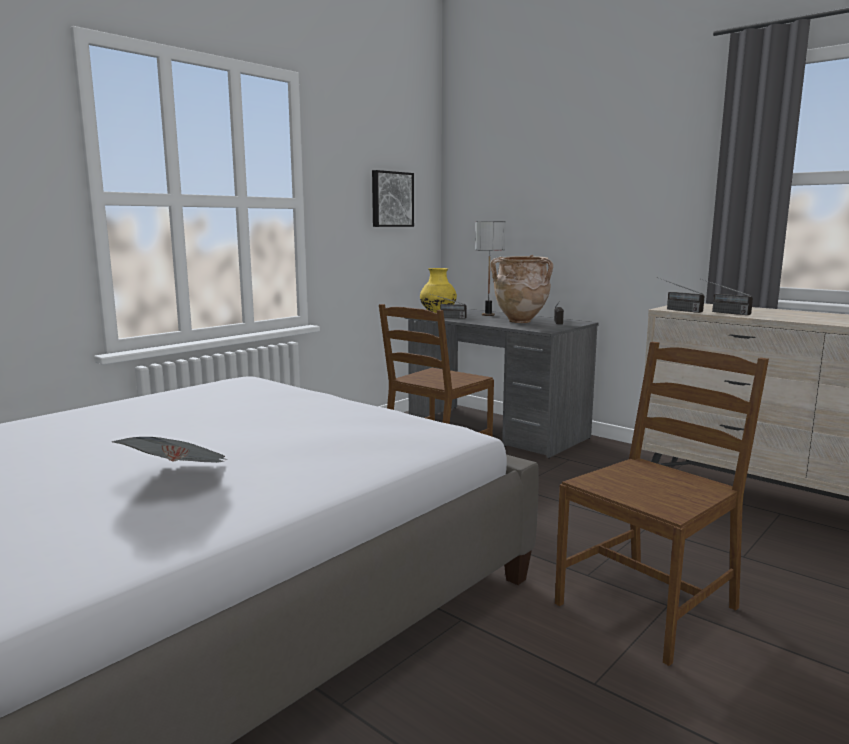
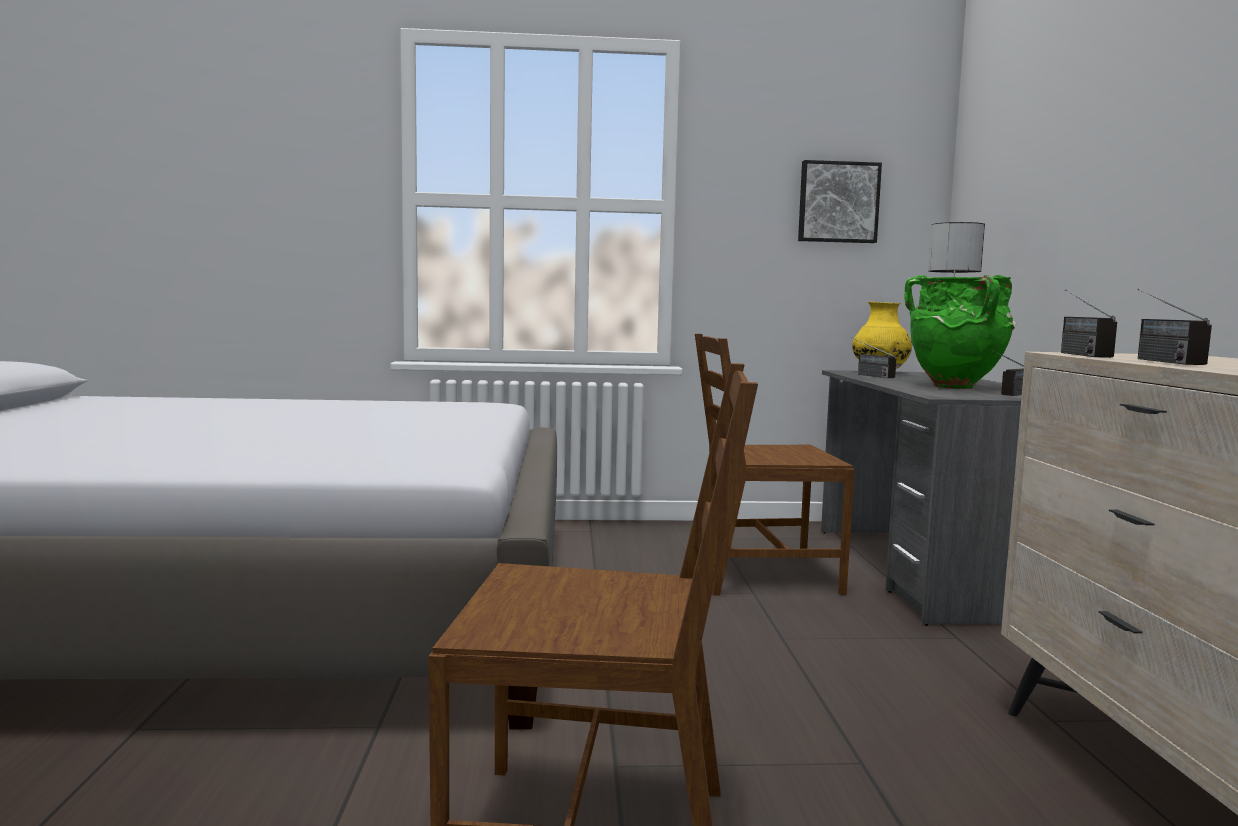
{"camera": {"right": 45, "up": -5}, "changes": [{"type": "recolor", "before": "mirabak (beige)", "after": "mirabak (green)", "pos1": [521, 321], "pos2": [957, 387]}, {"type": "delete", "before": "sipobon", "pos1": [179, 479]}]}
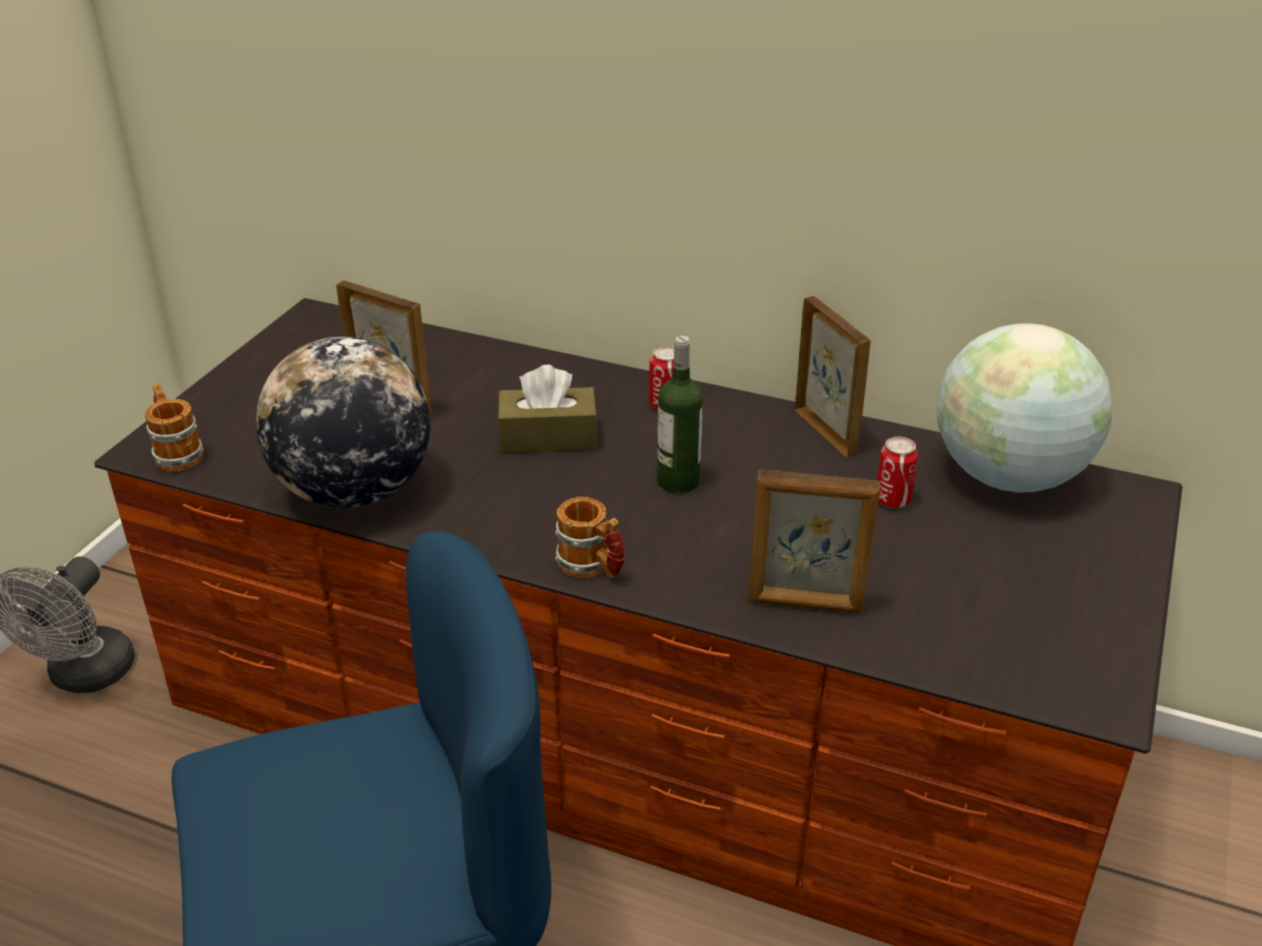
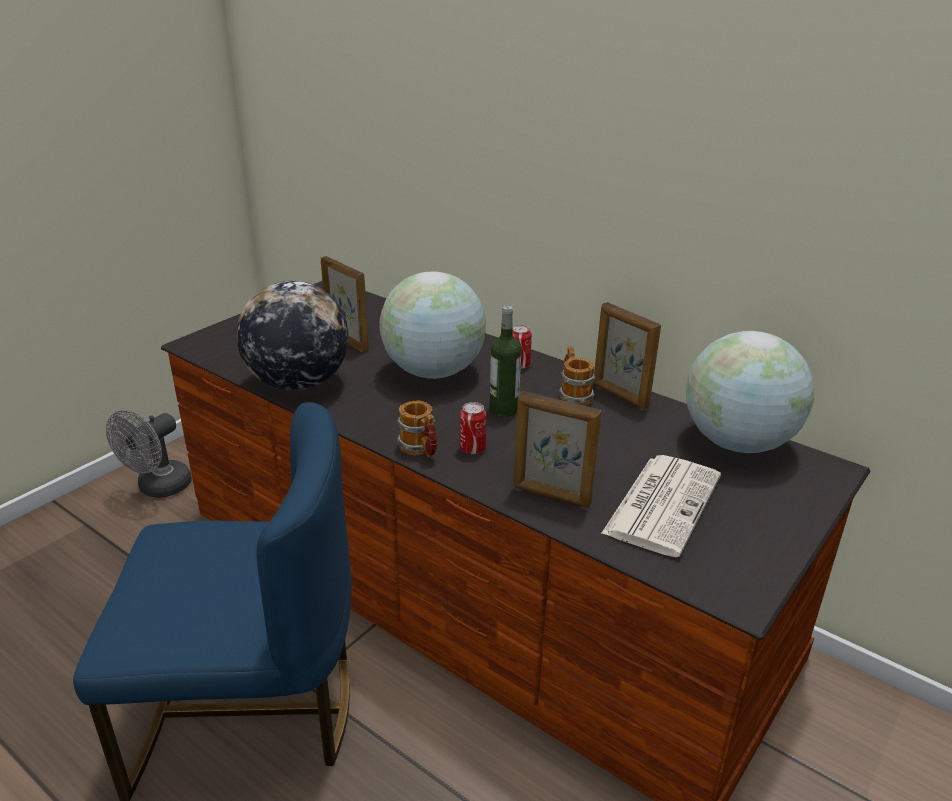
{"camera": {"right": 15, "up": -5}, "changes": [{"type": "replace", "before": "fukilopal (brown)", "after": "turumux", "pos1": [548, 437], "pos2": [433, 372]}, {"type": "move", "before": "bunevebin", "pos1": [892, 500], "pos2": [472, 448]}, {"type": "move", "before": "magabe", "pos1": [176, 453], "pos2": [573, 395]}, {"type": "rotate", "before": "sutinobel", "pos1": [826, 431], "pos2": [619, 396], "turn": 150}, {"type": "insert", "after": "sipobon", "pos2": [662, 503]}]}
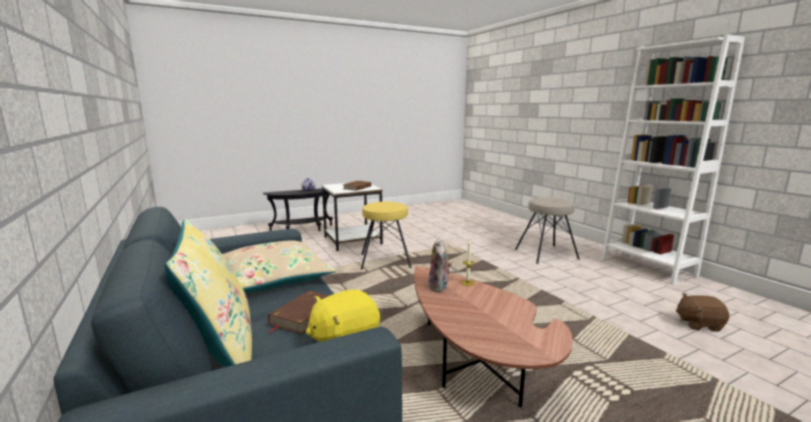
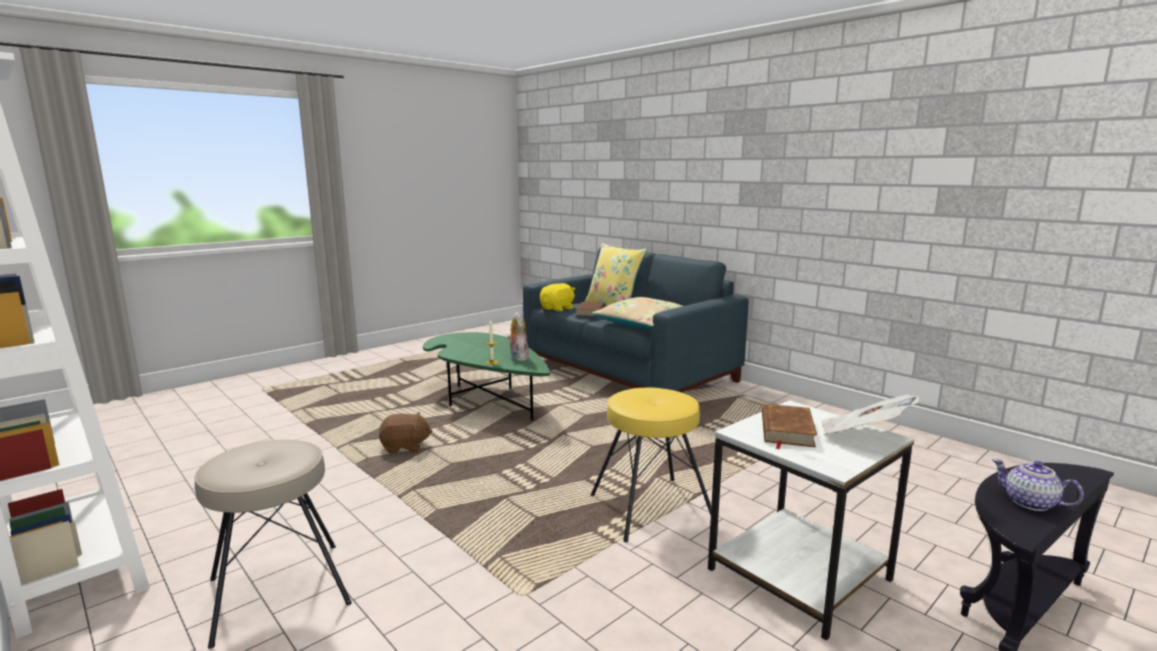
{"camera": {"right": 165, "up": 0}, "changes": [{"type": "move", "before": "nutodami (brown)", "pos1": [699, 324], "pos2": [405, 447]}, {"type": "recolor", "before": "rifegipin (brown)", "after": "rifegipin (green)", "pos1": [474, 367], "pos2": [487, 399]}, {"type": "insert", "after": "sipobon", "pos2": [862, 436]}]}
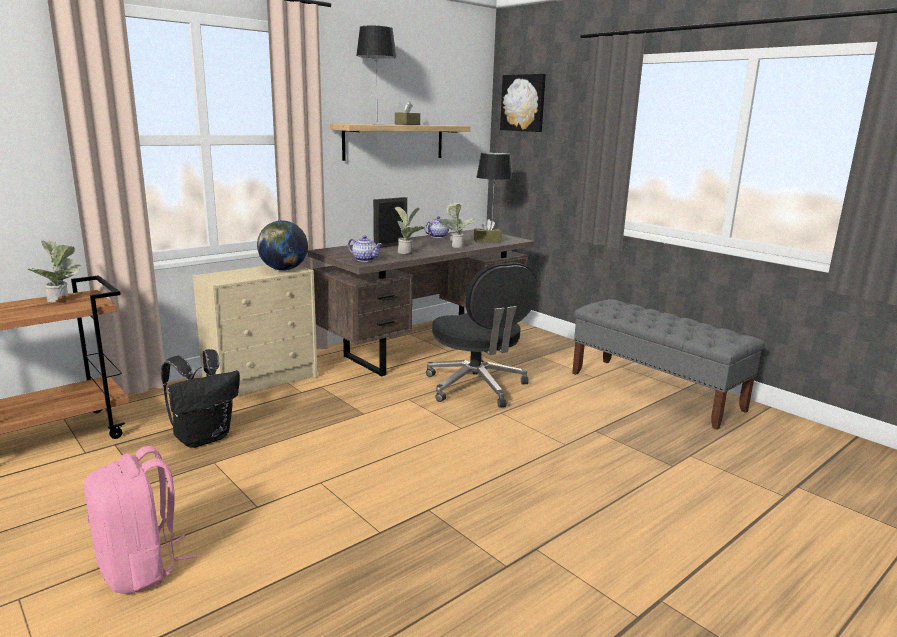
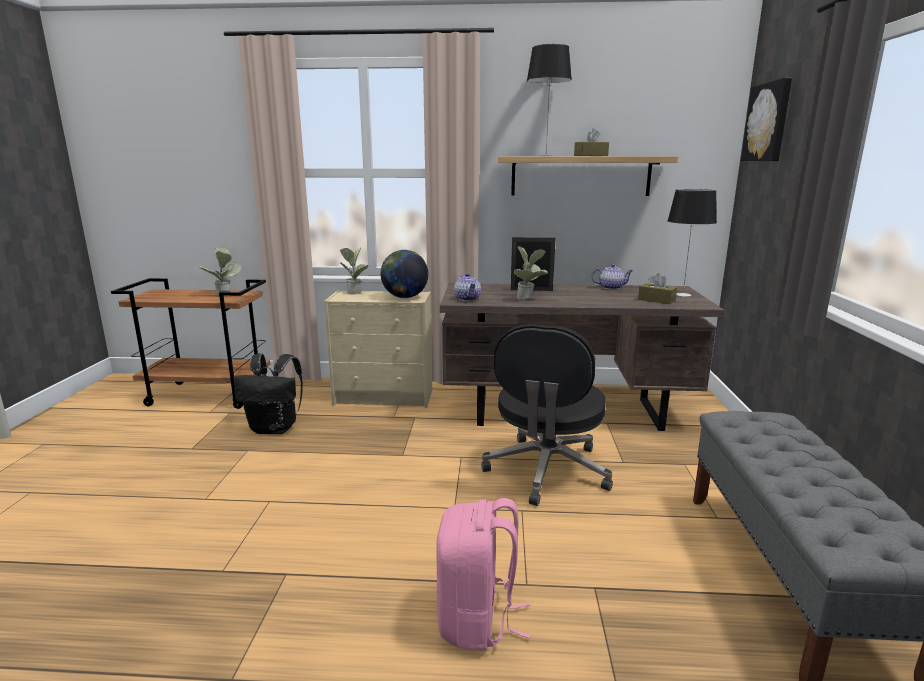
{"camera": {"right": 45, "up": 0}, "changes": [{"type": "move", "before": "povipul", "pos1": [455, 246], "pos2": [356, 292]}, {"type": "move", "before": "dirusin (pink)", "pos1": [141, 568], "pos2": [477, 620]}]}
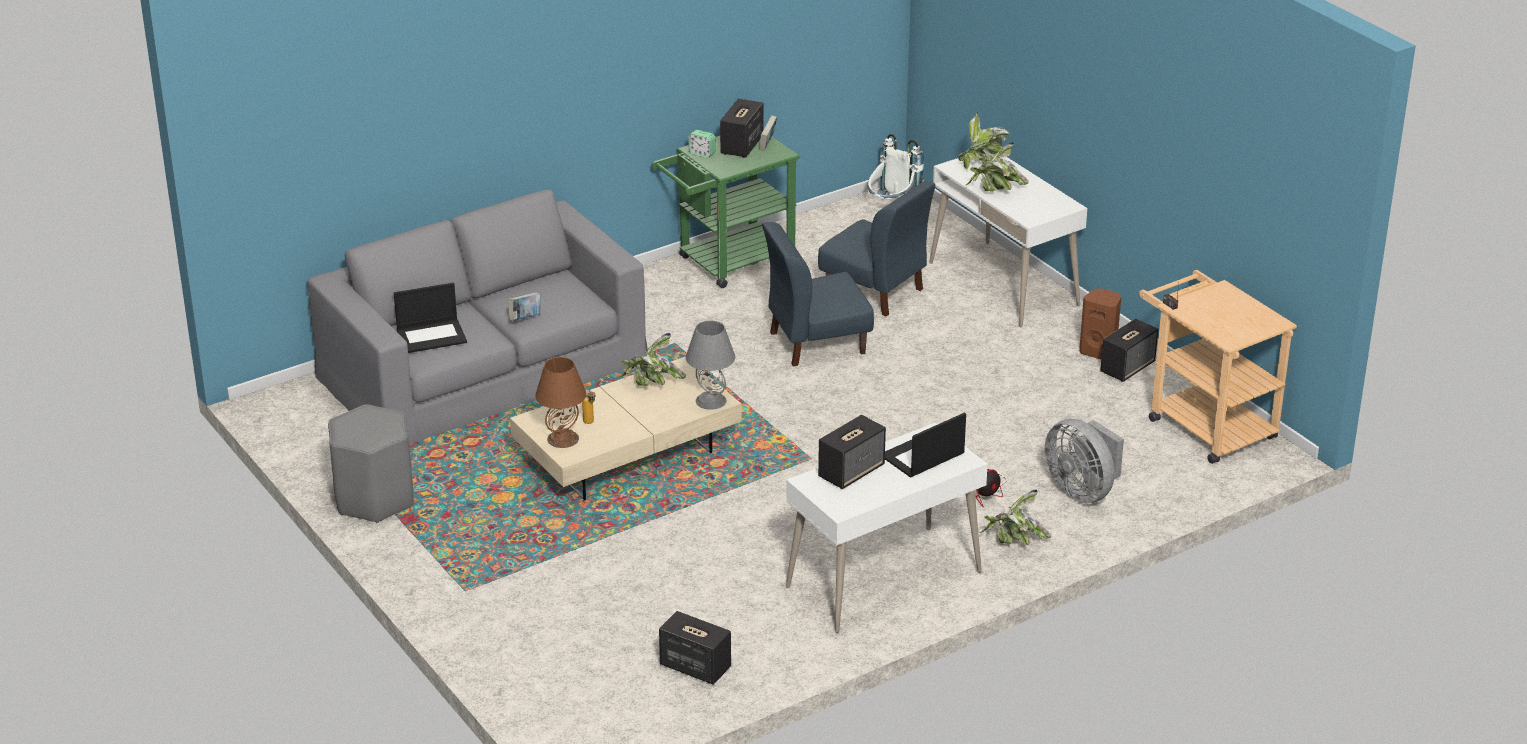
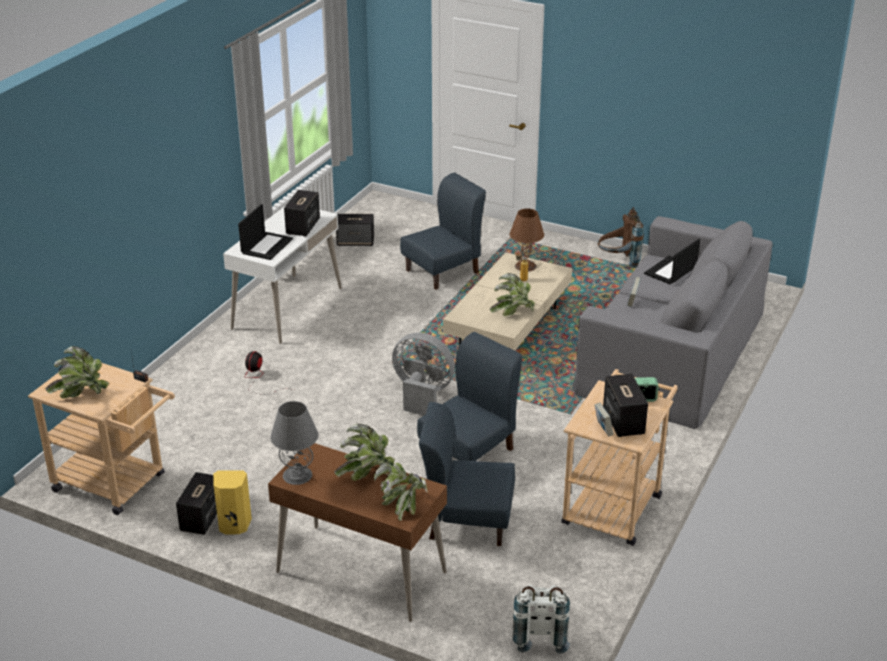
{"camera": {"right": 150, "up": 0}, "changes": [{"type": "move", "before": "povipul", "pos1": [1013, 542], "pos2": [80, 393]}, {"type": "recolor", "before": "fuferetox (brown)", "after": "fuferetox (yellow)", "pos1": [1099, 351], "pos2": [234, 526]}, {"type": "recolor", "before": "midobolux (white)", "after": "midobolux (brown)", "pos1": [1004, 284], "pos2": [361, 573]}, {"type": "move", "before": "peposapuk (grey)", "pos1": [711, 400], "pos2": [297, 475]}, {"type": "move", "before": "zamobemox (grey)", "pos1": [1082, 491], "pos2": [422, 395]}, {"type": "insert", "after": "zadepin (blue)", "pos2": [443, 271]}, {"type": "recolor", "before": "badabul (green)", "after": "badabul (beige)", "pos1": [728, 263], "pos2": [615, 504]}, {"type": "replace", "before": "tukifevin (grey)", "after": "dirusin (brown)", "pos1": [374, 499], "pos2": [618, 262]}]}
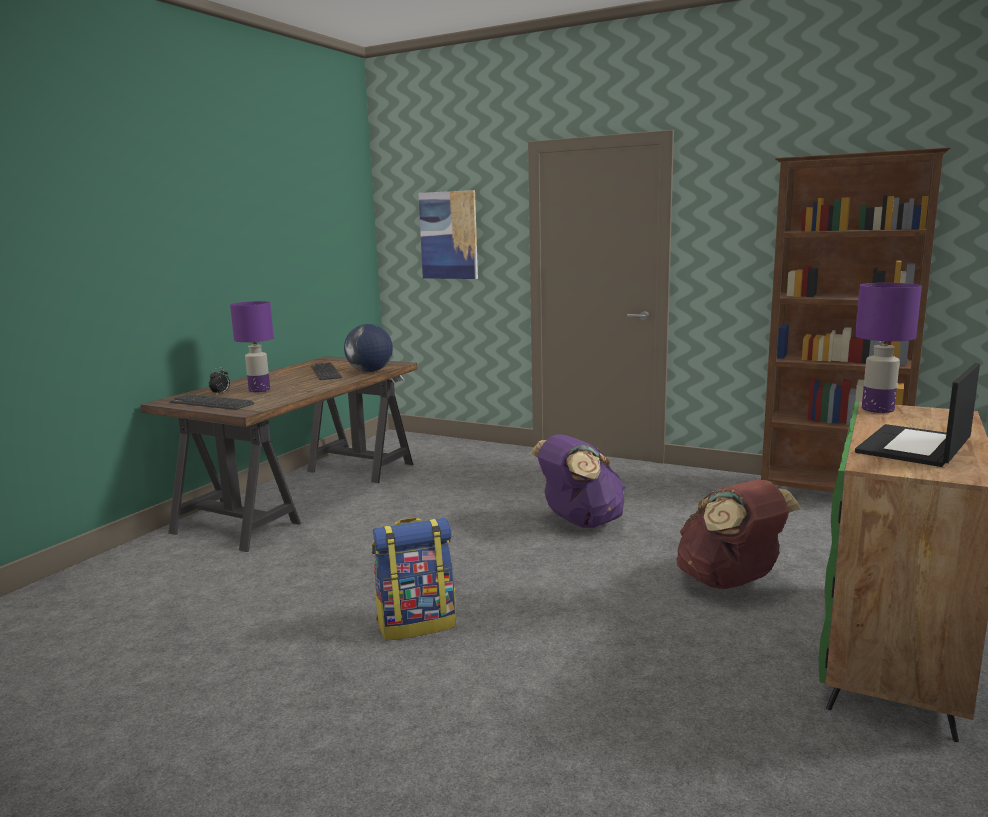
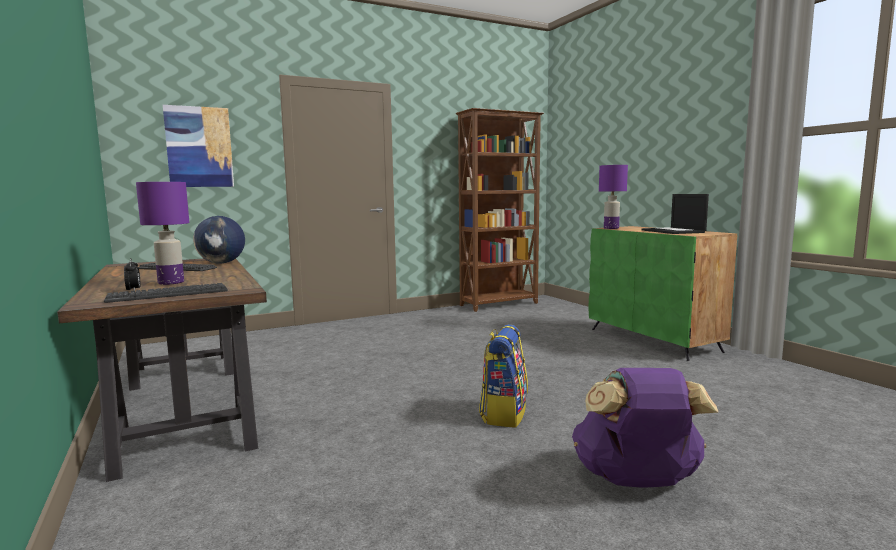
{"camera": {"right": -55, "up": -5}, "changes": [{"type": "move", "before": "dirusin (purple)", "pos1": [580, 522], "pos2": [637, 481]}, {"type": "delete", "before": "dirusin (brown)", "pos1": [730, 582]}]}
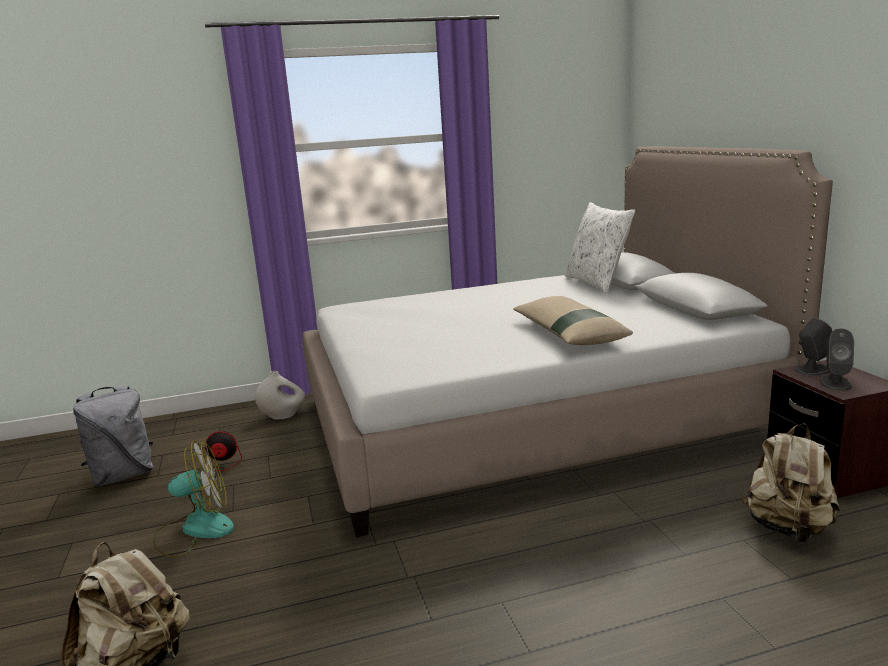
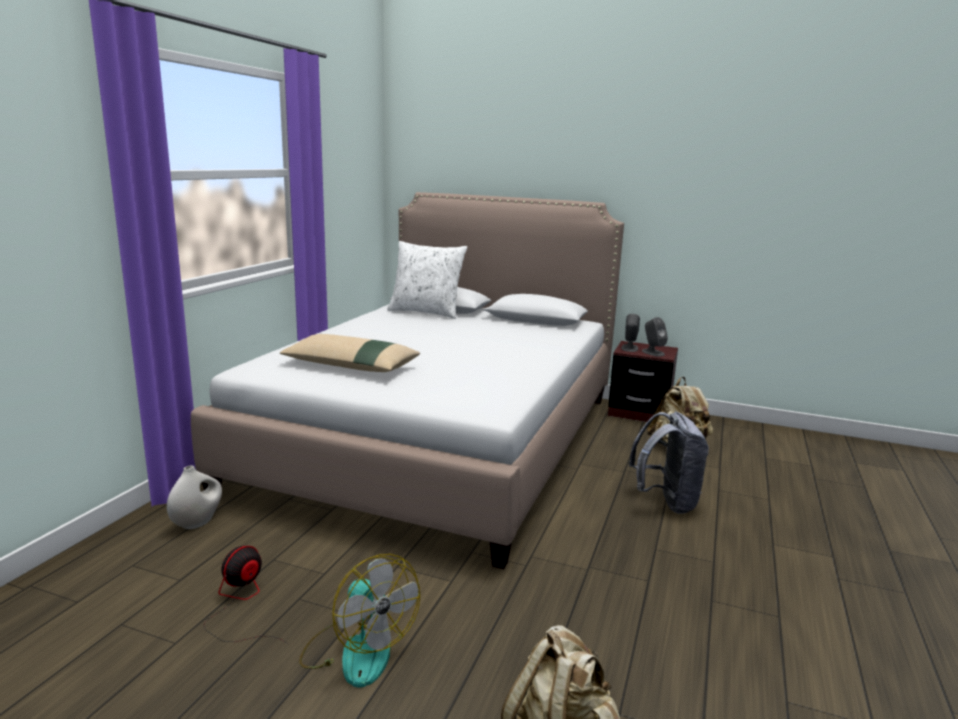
{"camera": {"right": -55, "up": 0}, "changes": [{"type": "move", "before": "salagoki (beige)", "pos1": [568, 333], "pos2": [350, 366]}, {"type": "rotate", "before": "zamobemox", "pos1": [195, 530], "pos2": [357, 650], "turn": 120}, {"type": "move", "before": "dirusin (grey)", "pos1": [123, 476], "pos2": [666, 502]}]}
